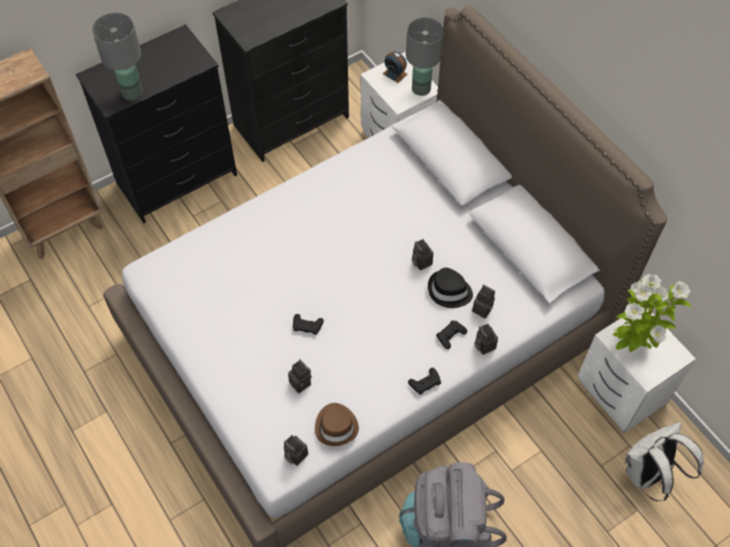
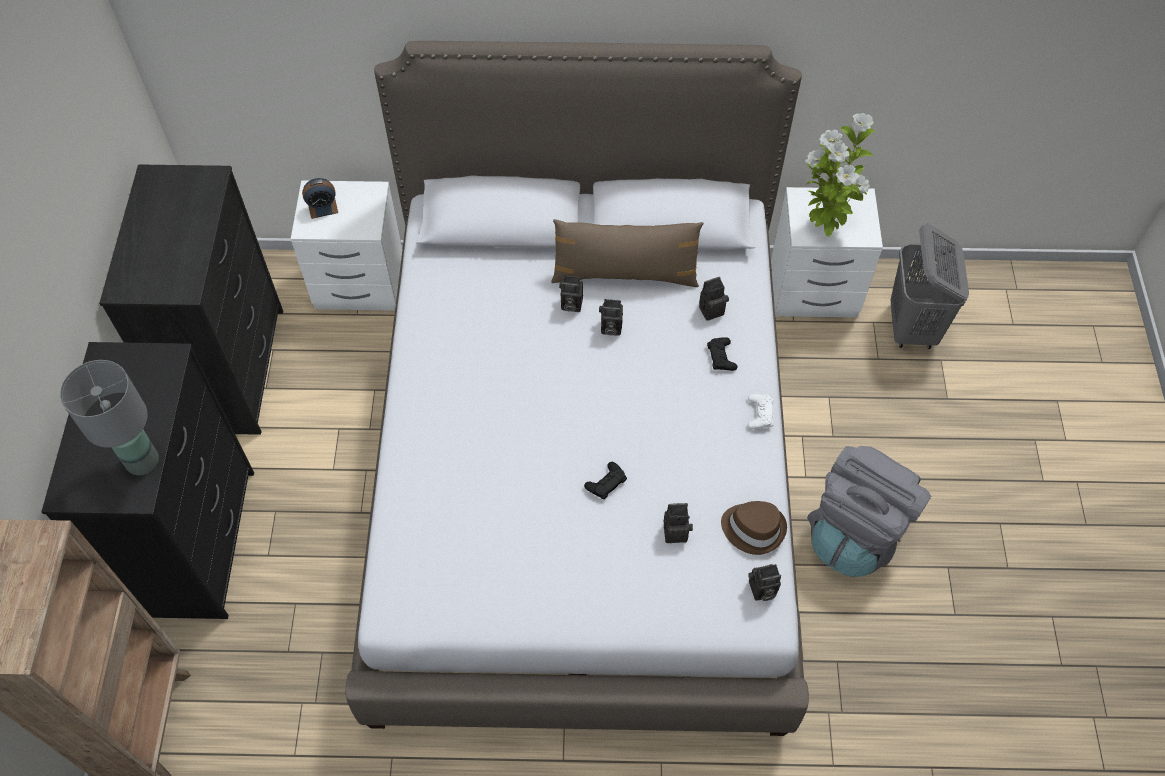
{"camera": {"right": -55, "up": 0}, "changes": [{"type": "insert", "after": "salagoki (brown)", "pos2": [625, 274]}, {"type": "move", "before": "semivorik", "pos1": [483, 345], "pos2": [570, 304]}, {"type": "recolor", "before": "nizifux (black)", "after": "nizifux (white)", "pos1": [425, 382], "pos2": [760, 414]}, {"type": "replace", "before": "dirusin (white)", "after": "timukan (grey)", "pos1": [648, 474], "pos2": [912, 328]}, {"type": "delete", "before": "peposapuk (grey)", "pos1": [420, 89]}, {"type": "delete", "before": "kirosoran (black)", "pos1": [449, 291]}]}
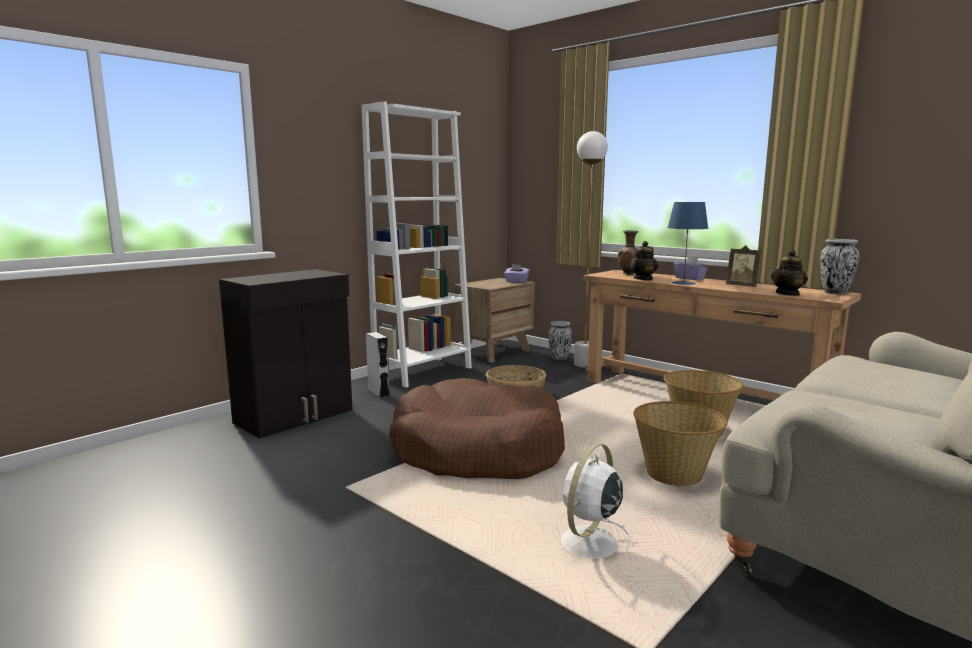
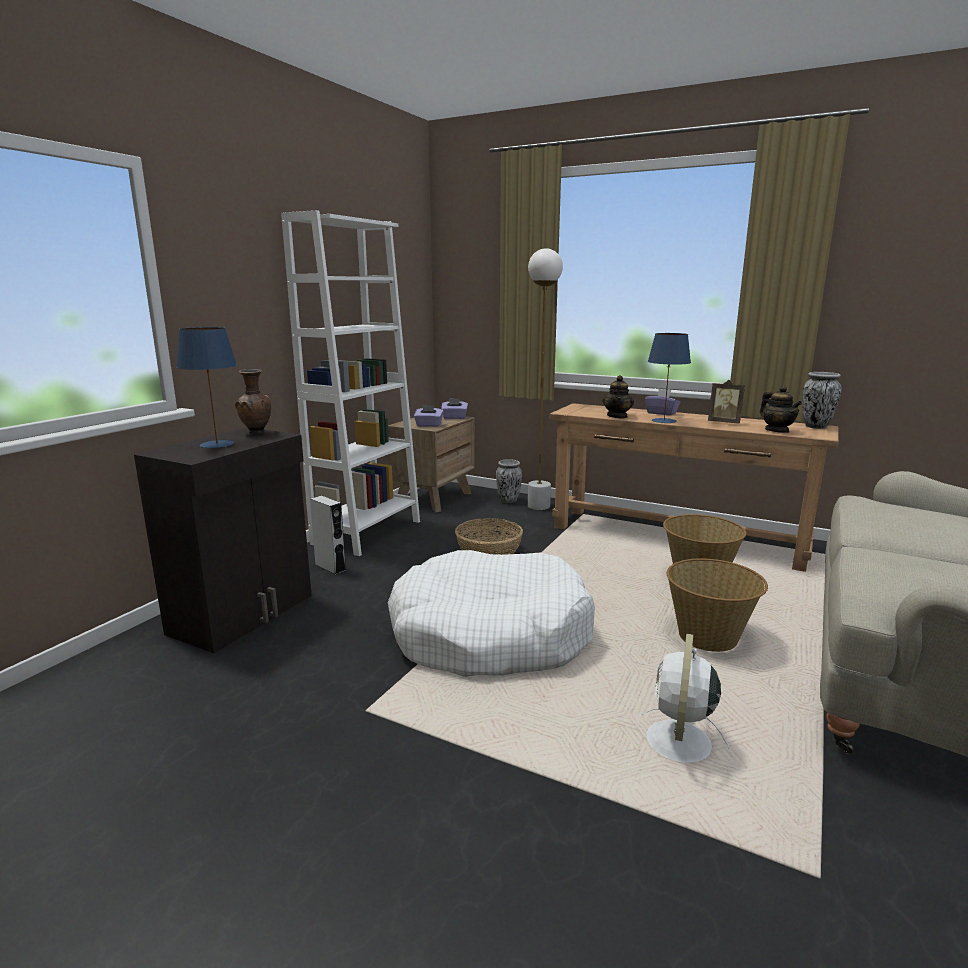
{"camera": {"right": -15, "up": 5}, "changes": [{"type": "insert", "after": "peposapuk (blue)", "pos2": [217, 444]}, {"type": "move", "before": "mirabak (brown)", "pos1": [628, 274], "pos2": [257, 433]}, {"type": "recolor", "before": "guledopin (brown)", "after": "guledopin (white)", "pos1": [477, 450], "pos2": [490, 635]}, {"type": "insert", "after": "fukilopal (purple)", "pos2": [428, 425]}, {"type": "rotate", "before": "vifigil", "pos1": [788, 294], "pos2": [777, 431], "turn": -45}]}
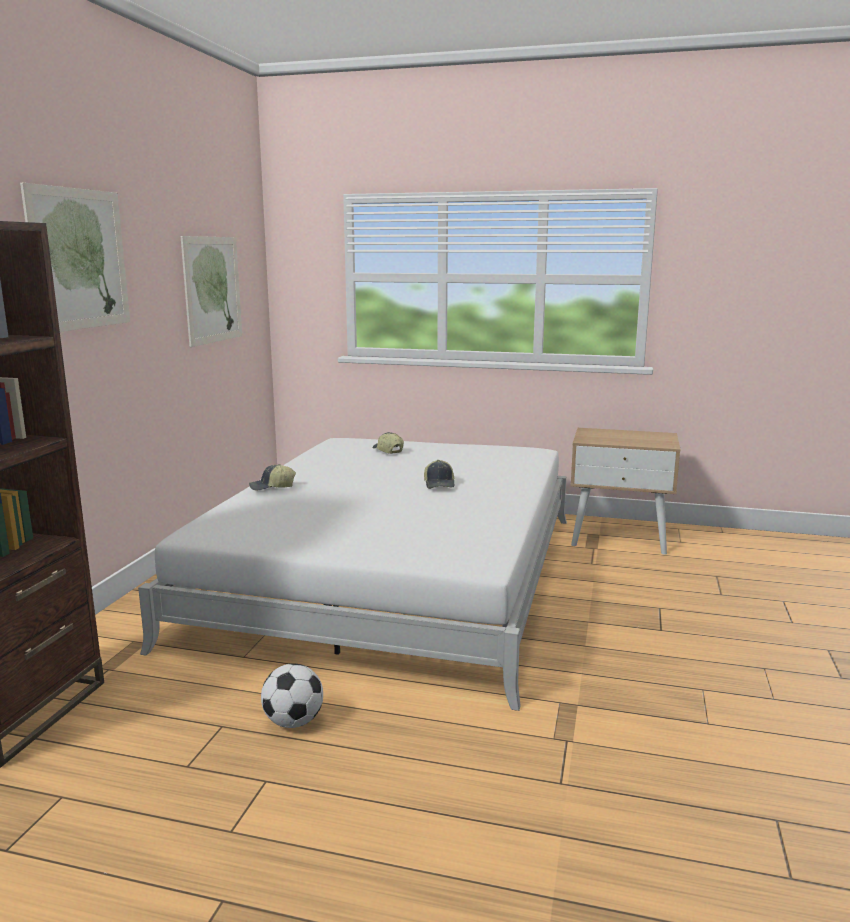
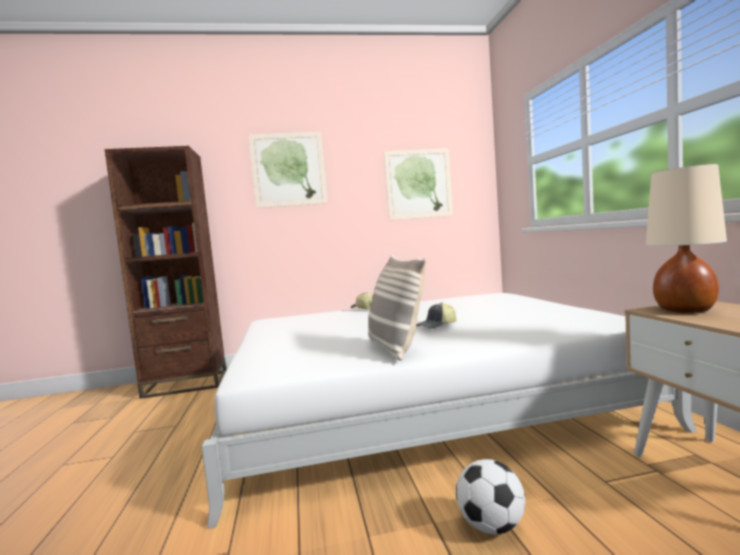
{"camera": {"right": 65, "up": -10}, "changes": [{"type": "insert", "after": "salagoki", "pos2": [395, 348]}, {"type": "move", "before": "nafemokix", "pos1": [294, 722], "pos2": [492, 526]}, {"type": "insert", "after": "peposapuk (beige)", "pos2": [684, 310]}, {"type": "delete", "before": "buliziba", "pos1": [387, 451]}]}
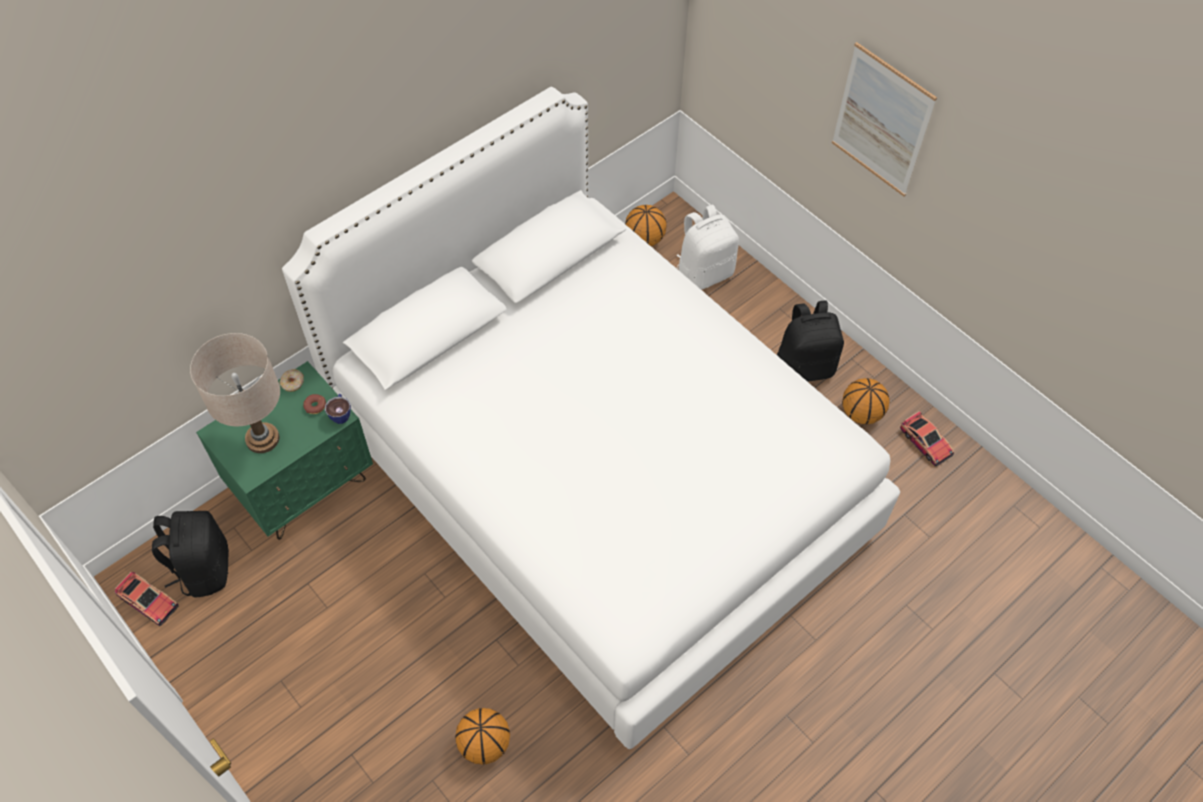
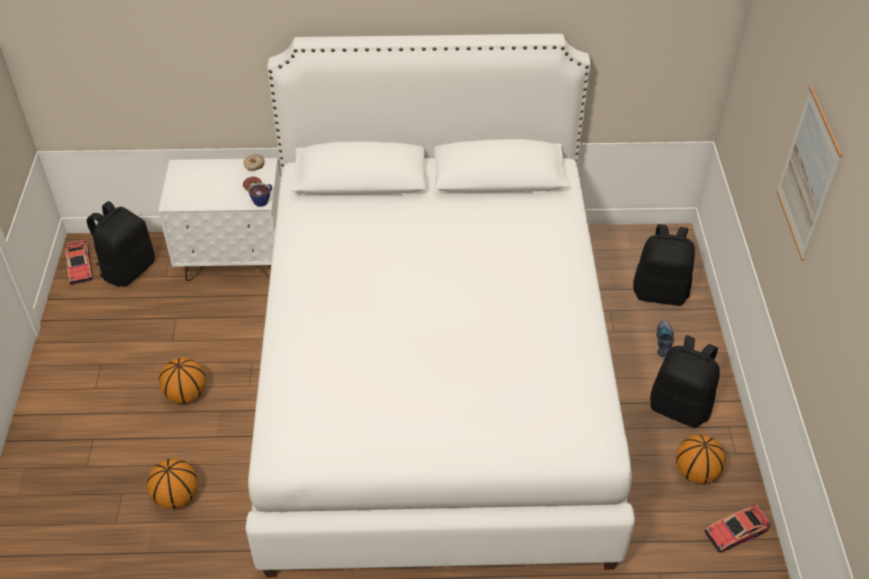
{"camera": {"right": 40, "up": -10}, "changes": [{"type": "recolor", "before": "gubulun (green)", "after": "gubulun (white)", "pos1": [304, 487], "pos2": [234, 259]}, {"type": "move", "before": "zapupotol", "pos1": [644, 239], "pos2": [186, 394]}, {"type": "recolor", "before": "dirusin (white)", "after": "dirusin (black)", "pos1": [704, 273], "pos2": [660, 292]}, {"type": "insert", "after": "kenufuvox", "pos2": [664, 342]}, {"type": "rotate", "before": "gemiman", "pos1": [926, 442], "pos2": [735, 532], "turn": 60}, {"type": "delete", "before": "peposapuk (beige)", "pos1": [263, 438]}]}
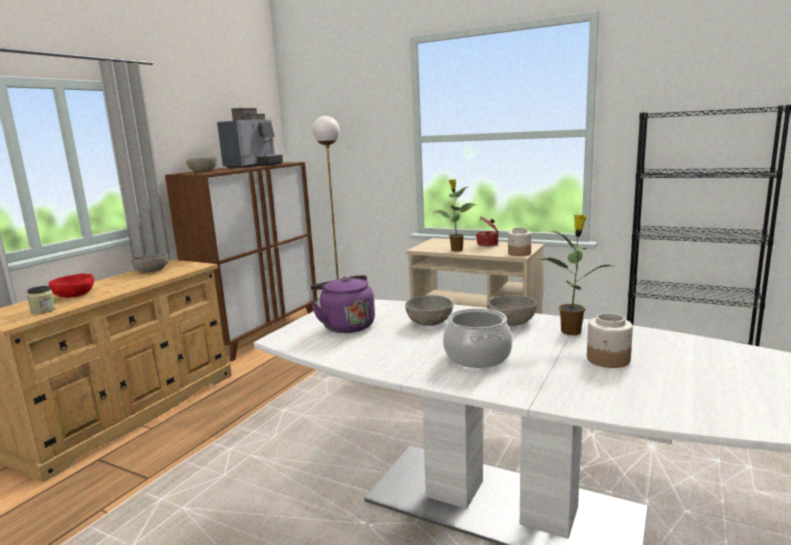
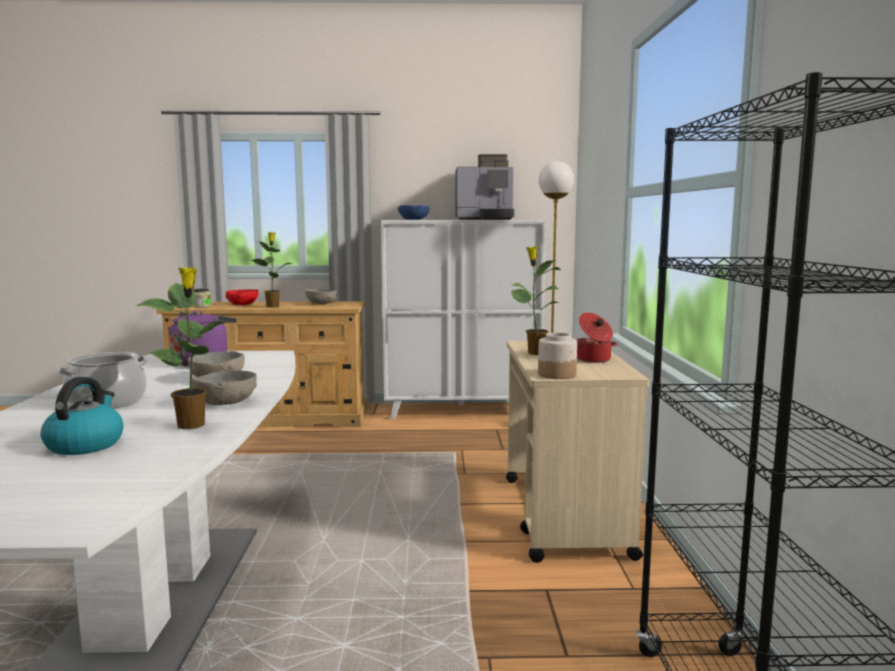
{"camera": {"right": 60, "up": -5}, "changes": [{"type": "replace", "before": "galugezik", "after": "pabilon", "pos1": [608, 359], "pos2": [85, 444]}, {"type": "insert", "after": "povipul", "pos2": [273, 306]}, {"type": "recolor", "before": "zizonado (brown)", "after": "zizonado (white)", "pos1": [261, 334], "pos2": [462, 411]}, {"type": "recolor", "before": "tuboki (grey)", "after": "tuboki (blue)", "pos1": [202, 171], "pos2": [414, 219]}]}
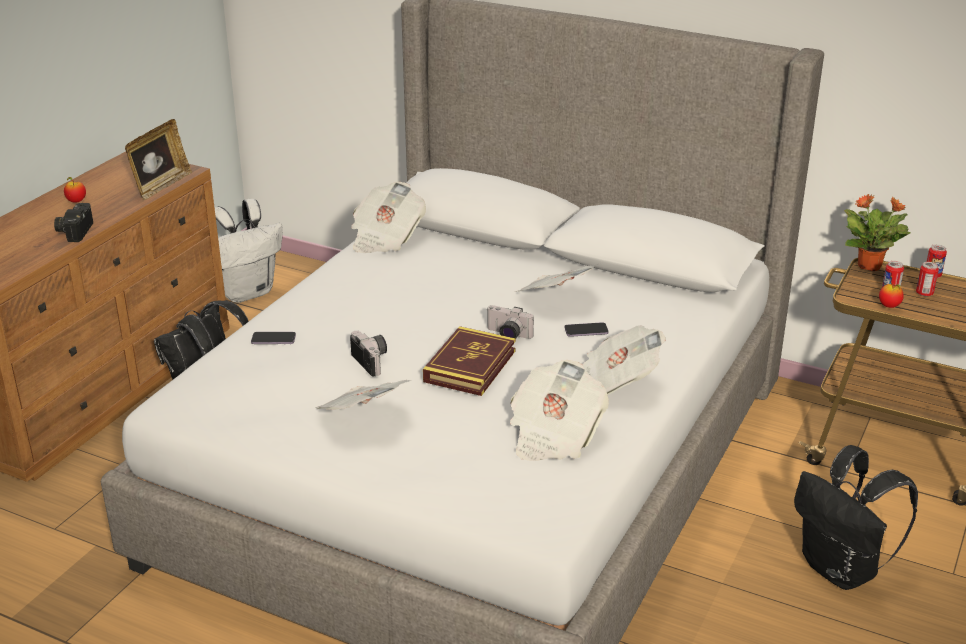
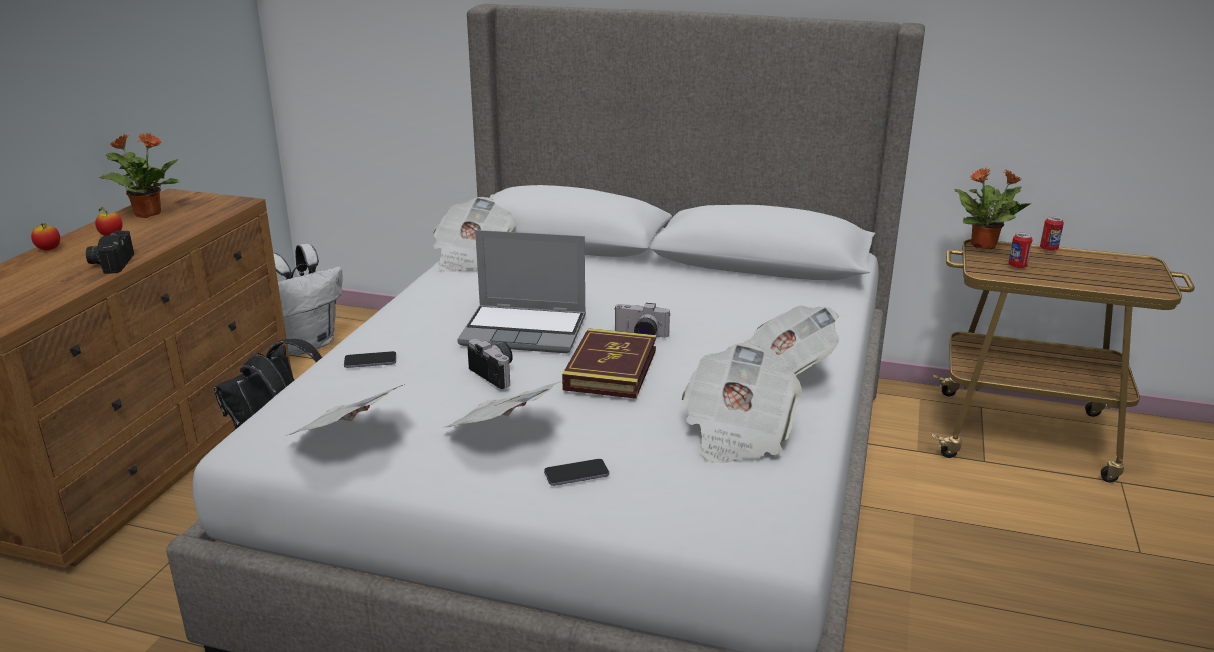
{"camera": {"right": -10, "up": -5}, "changes": [{"type": "move", "before": "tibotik", "pos1": [889, 306], "pos2": [49, 249]}, {"type": "insert", "after": "povipul", "pos2": [147, 214]}, {"type": "move", "before": "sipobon", "pos1": [556, 297], "pos2": [348, 438]}, {"type": "insert", "after": "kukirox", "pos2": [526, 330]}, {"type": "move", "before": "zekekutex", "pos1": [586, 331], "pos2": [576, 474]}, {"type": "delete", "before": "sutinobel", "pos1": [161, 186]}, {"type": "delete", "before": "dirusin (black)", "pos1": [842, 570]}, {"type": "delete", "before": "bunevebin", "pos1": [924, 293]}]}
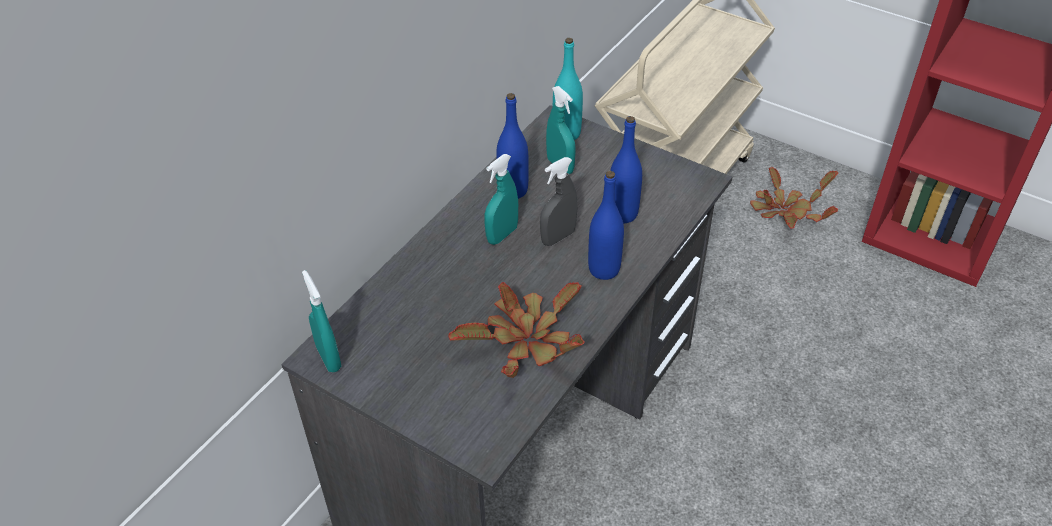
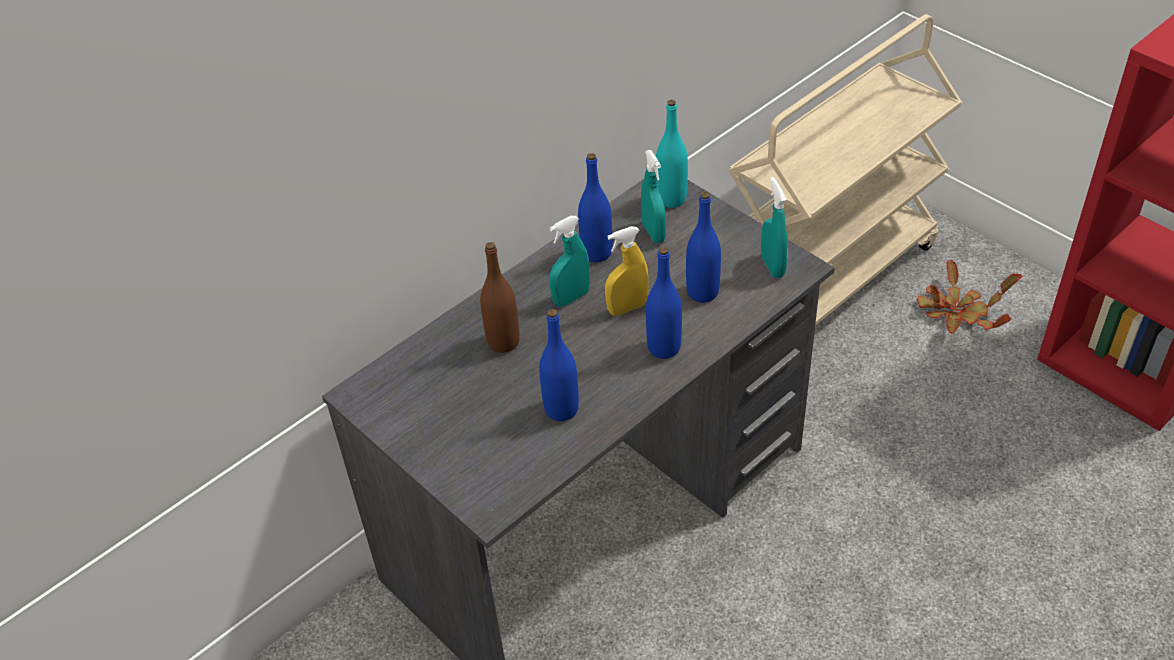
{"camera": {"right": 15, "up": 0}, "changes": [{"type": "insert", "after": "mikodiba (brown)", "pos2": [503, 342]}, {"type": "replace", "before": "povipul", "after": "mikodiba (blue)", "pos1": [525, 341], "pos2": [561, 409]}, {"type": "recolor", "before": "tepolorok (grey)", "after": "tepolorok (yellow)", "pos1": [558, 237], "pos2": [627, 308]}, {"type": "move", "before": "tepolorok (turquoise)", "pos1": [329, 358], "pos2": [772, 266]}]}
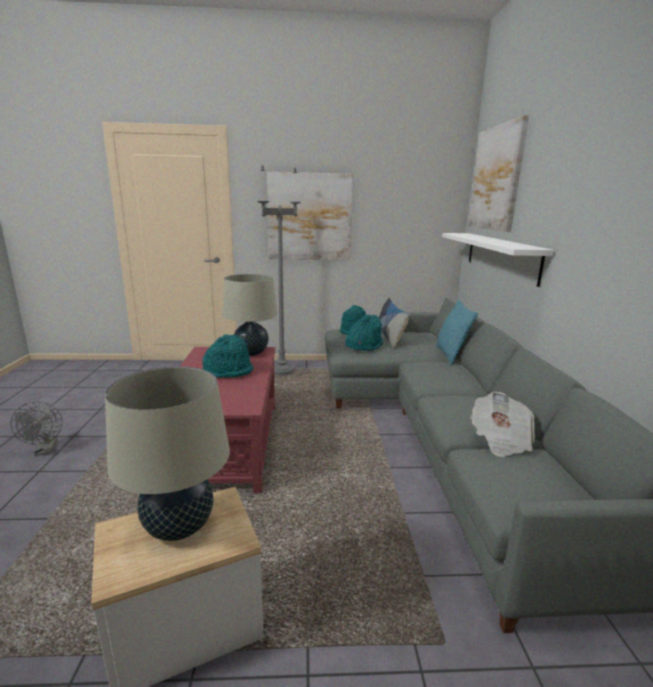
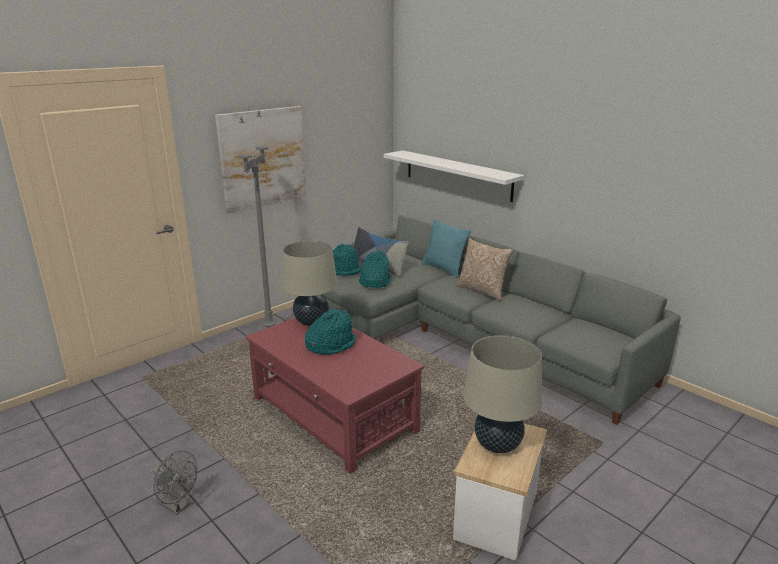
{"camera": {"right": -40, "up": 5}, "changes": [{"type": "insert", "after": "salagoki", "pos2": [482, 290]}, {"type": "delete", "before": "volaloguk", "pos1": [496, 178]}, {"type": "delete", "before": "sipobon", "pos1": [500, 439]}]}
